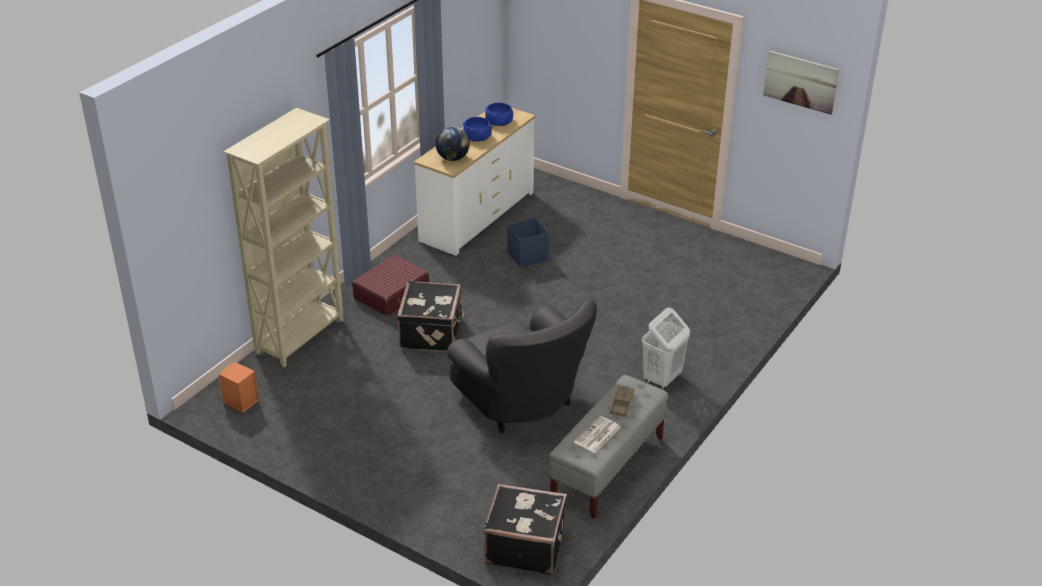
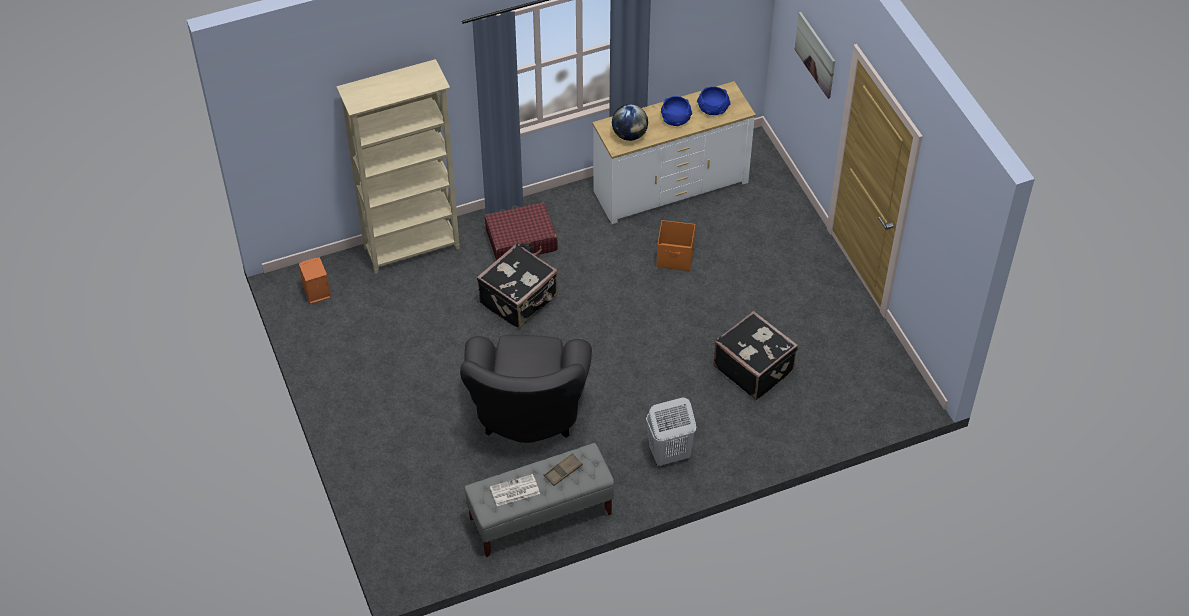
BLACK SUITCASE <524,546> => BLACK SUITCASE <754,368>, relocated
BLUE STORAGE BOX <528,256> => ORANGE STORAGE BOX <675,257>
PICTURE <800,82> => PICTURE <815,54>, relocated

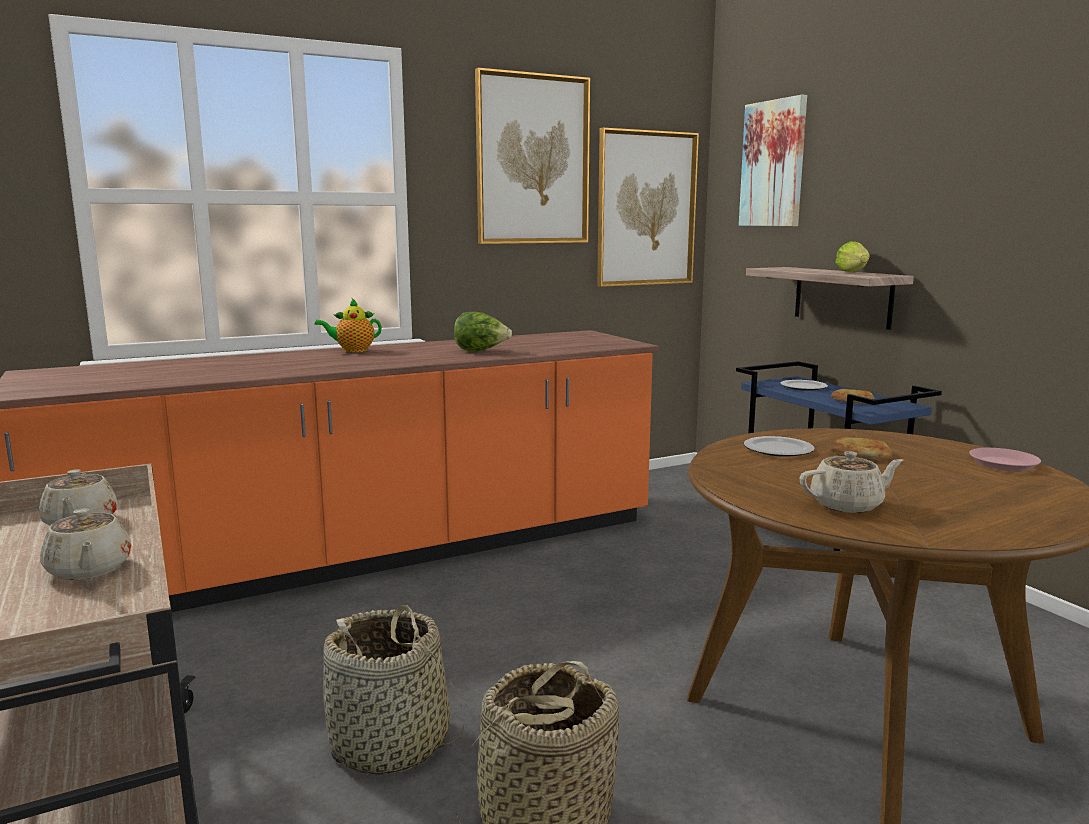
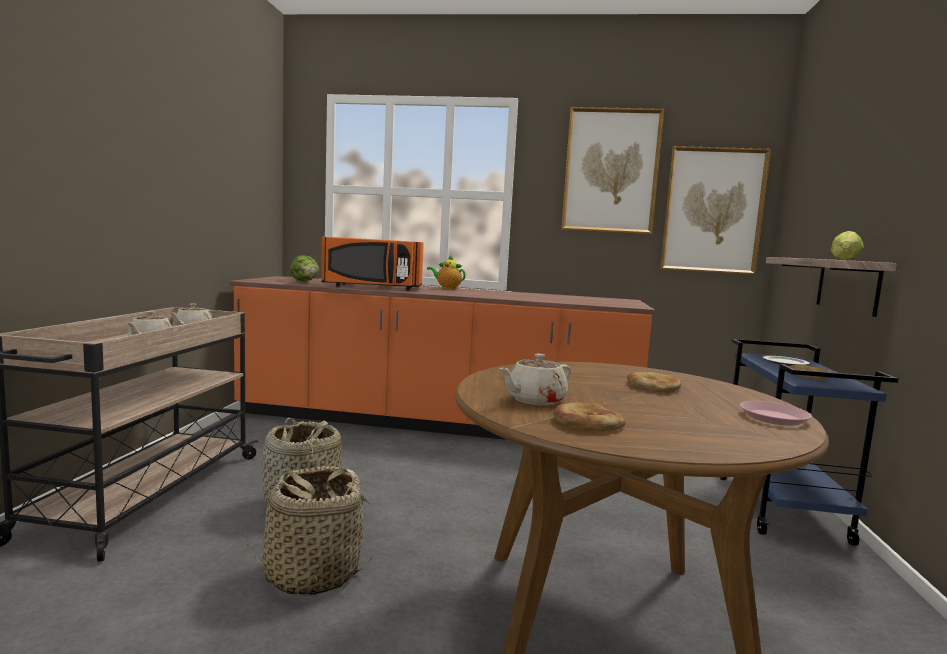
LETTUCE <481,351> => LETTUCE <305,281>, relocated
PICTURE <773,164> => nothing
PLATE <779,450> => nothing
BEIGE TEAPOT <848,505> => BEIGE TEAPOT <535,400>, 120 degrees clockwise
nothing => ORANGE MICROWAVE <372,287>
nothing => BREAD <586,423>

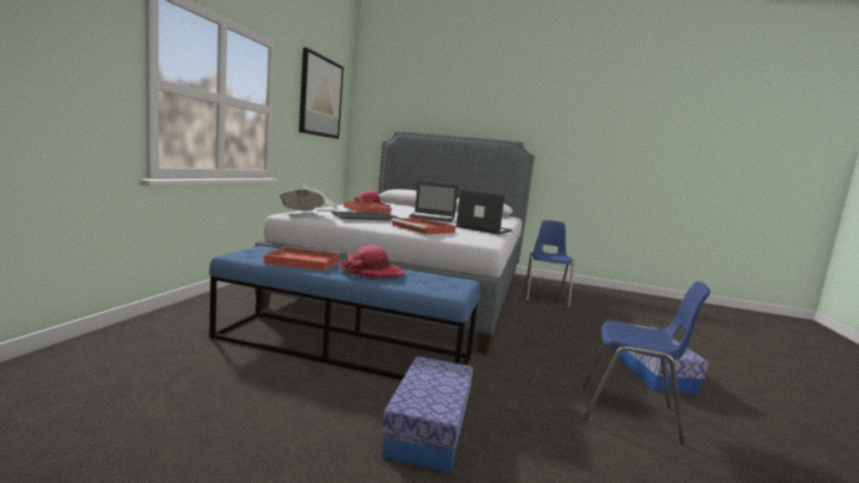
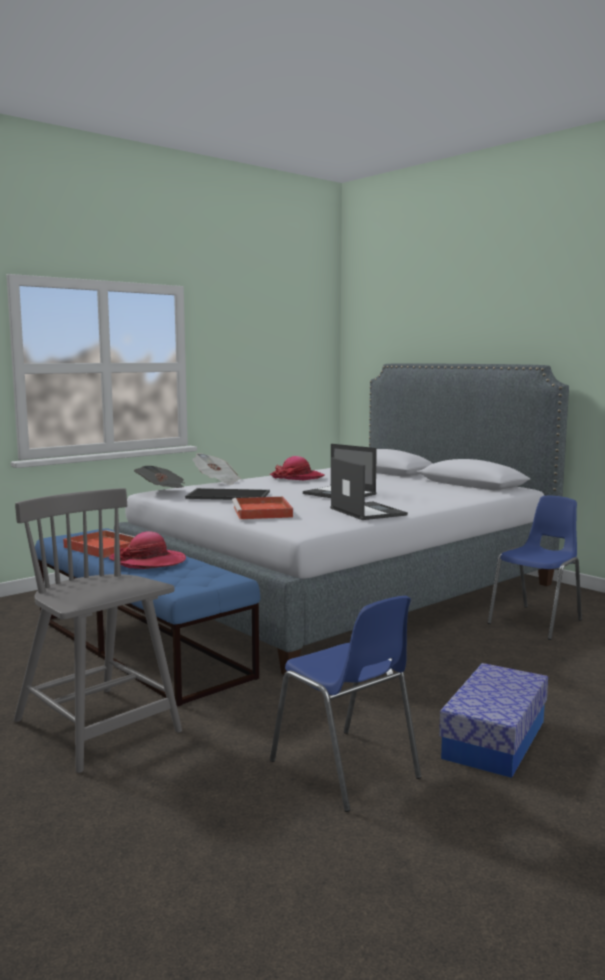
PICTURE <320,97> => nothing
RED TRAY <366,210> => nothing
STORAGE BOX <428,428> => GREY CHAIR <98,728>

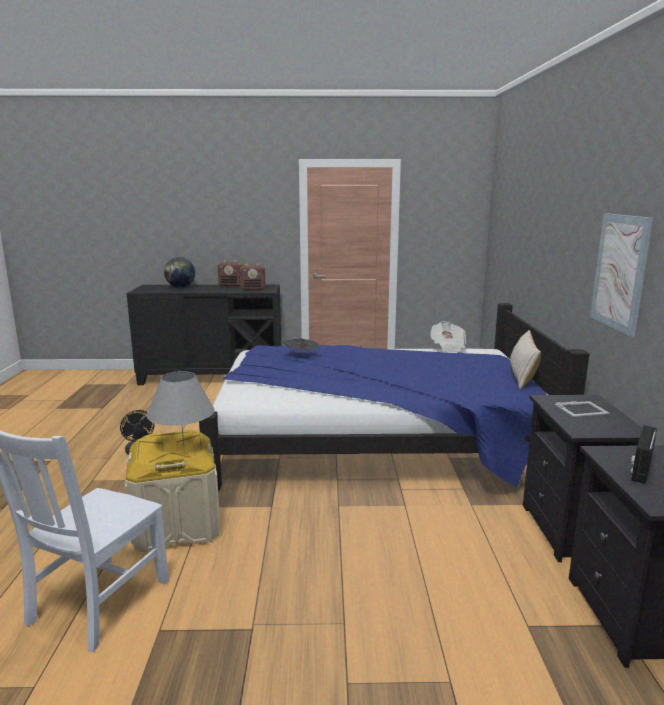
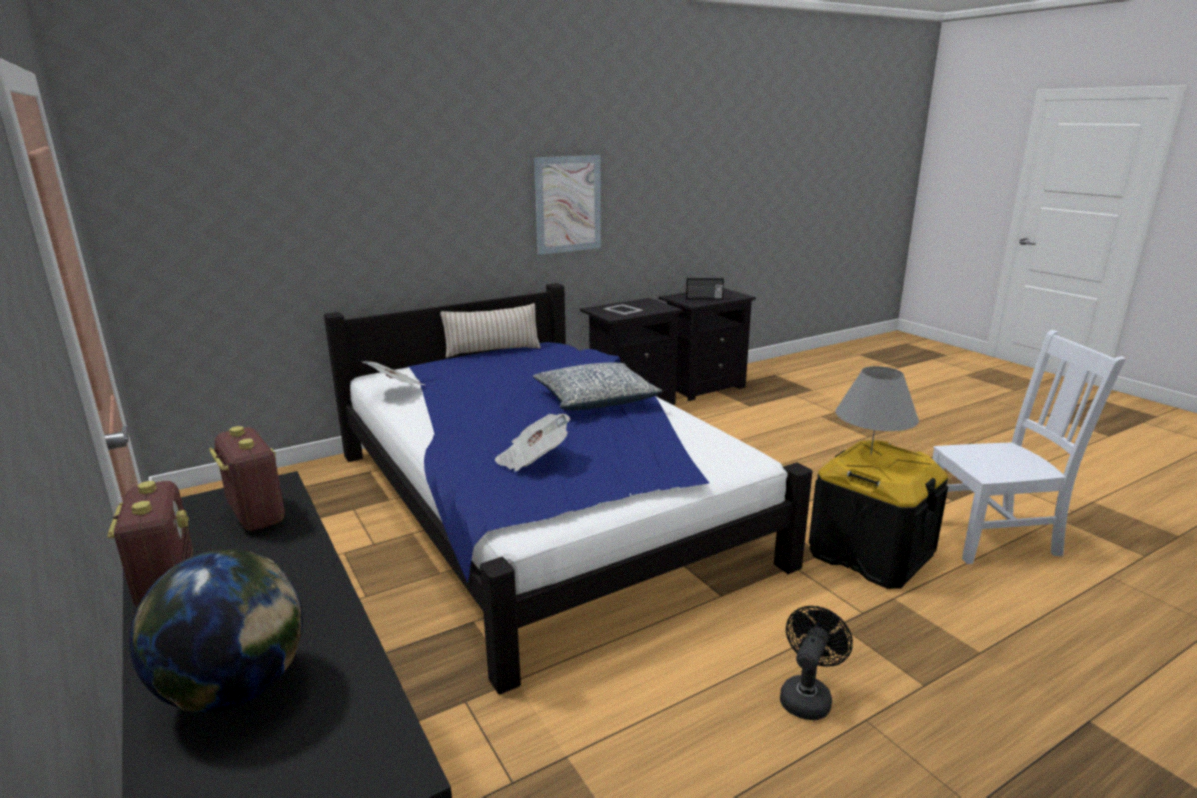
BEIGE STORAGE BOX <177,525> => BLACK STORAGE BOX <870,554>
nothing => PILLOW <596,400>

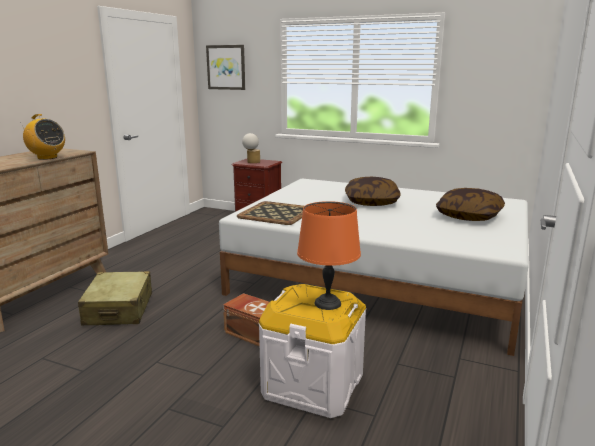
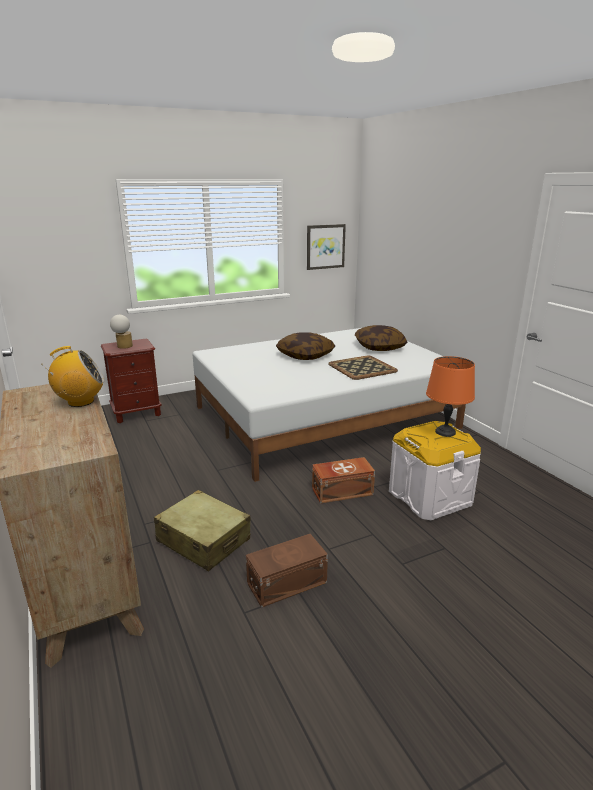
PICTURE <226,67> => PICTURE <325,246>, relocated
TRAY <277,213> => TRAY <362,367>, relocated
nothing => BROWN STORAGE BOX <285,582>

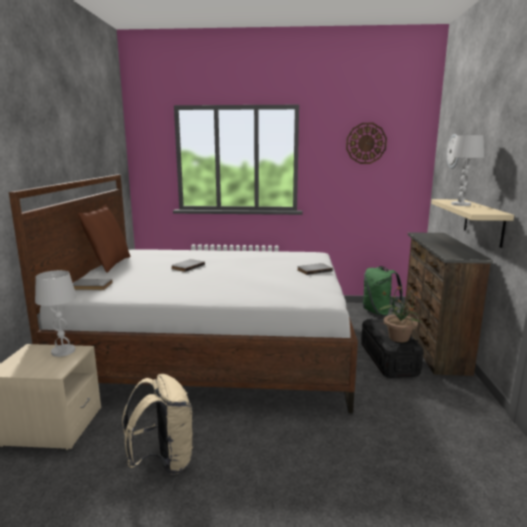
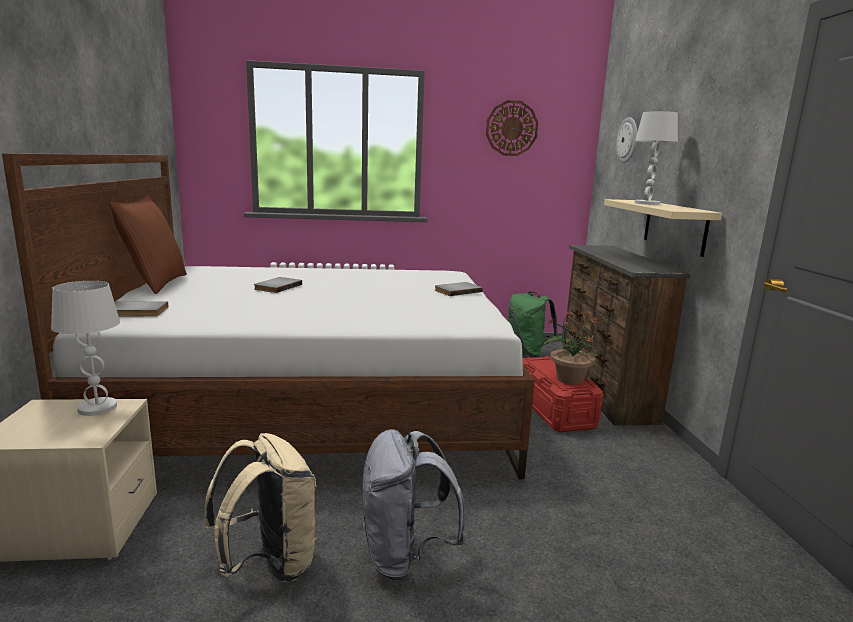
BLACK STORAGE BOX <388,359> => RED STORAGE BOX <554,409>
nothing => GREY BACKPACK <405,556>

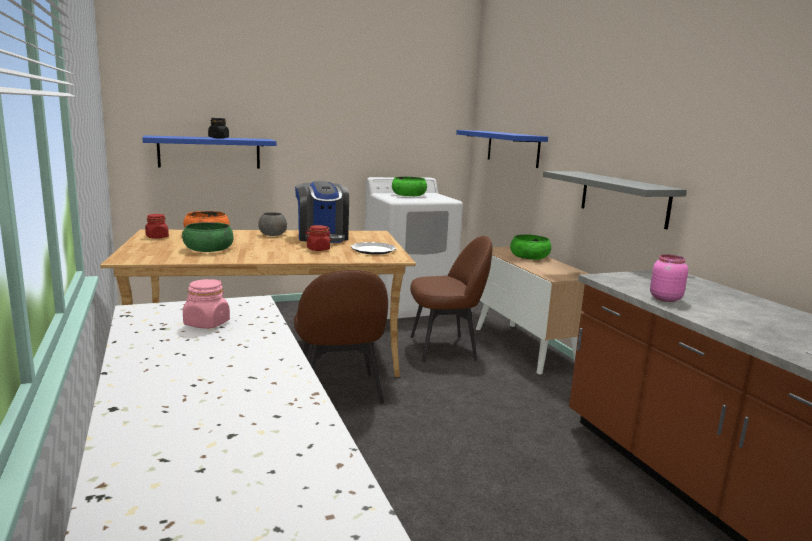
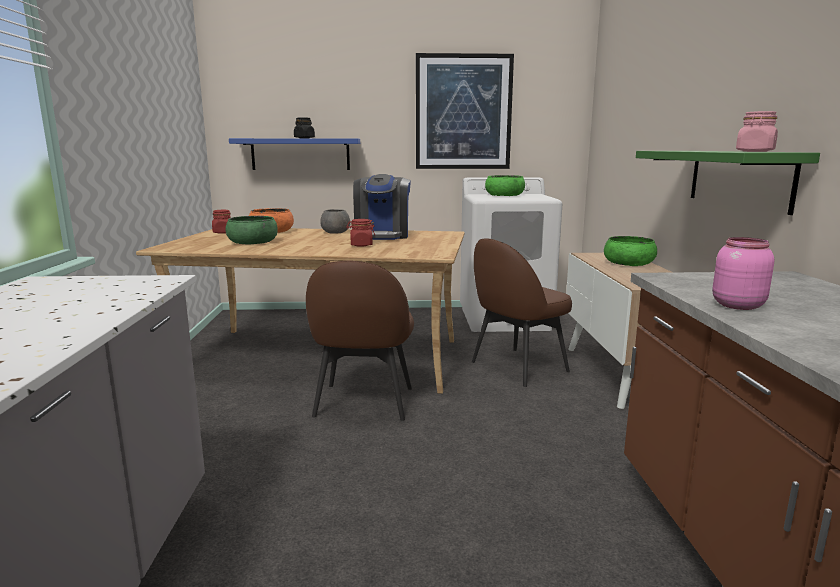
PINK JAR <206,324> => PINK JAR <755,151>, relocated
PLATE <373,250> => nothing
BROWN CHAIR <445,348> => BROWN CHAIR <517,367>, 135 degrees clockwise
BLUE SHELF <512,148> => nothing
GREY SHELF <623,198> => GREEN SHELF <739,178>
nothing => PICTURE <463,112>

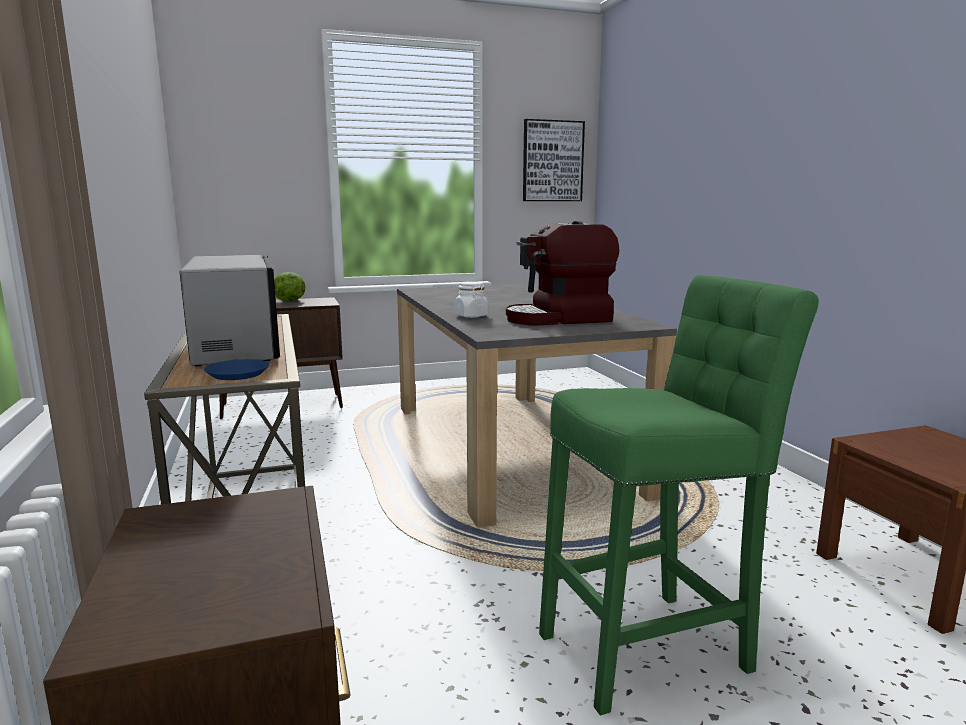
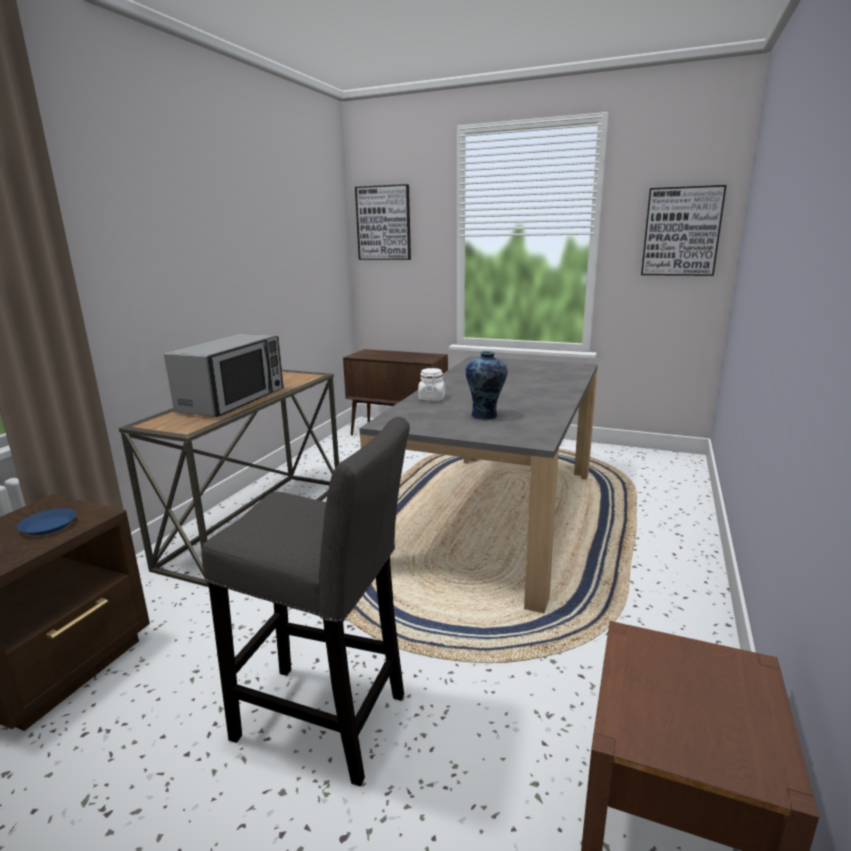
BLUE PLATE <238,374> => BLUE PLATE <49,526>, relocated
LETTUCE <287,301> => nothing
COFFEE MACHINE <559,319> => VASE <485,416>
GREEN STOOL <652,647> => GREY STOOL <328,721>
nothing => PICTURE <384,223>

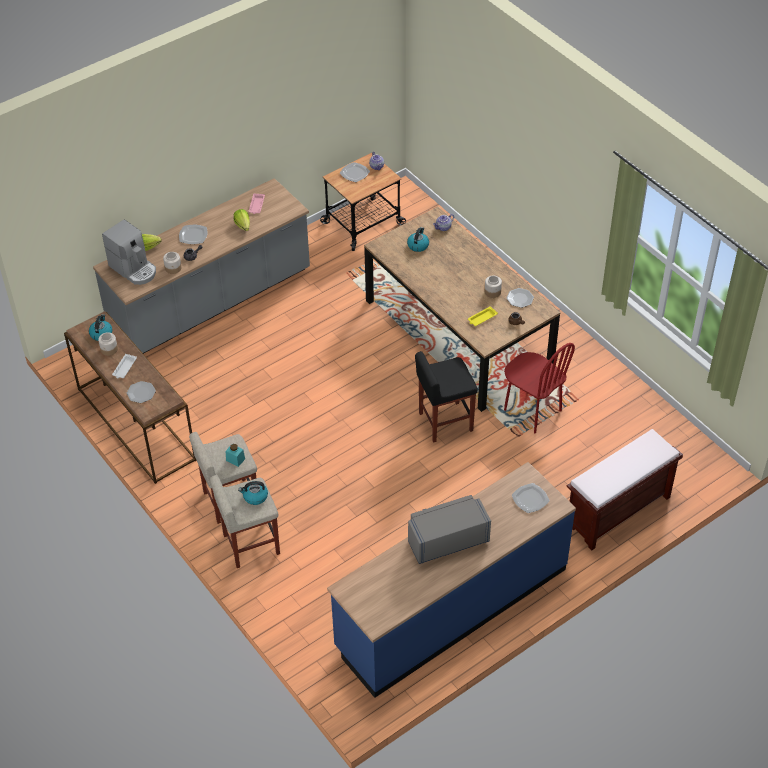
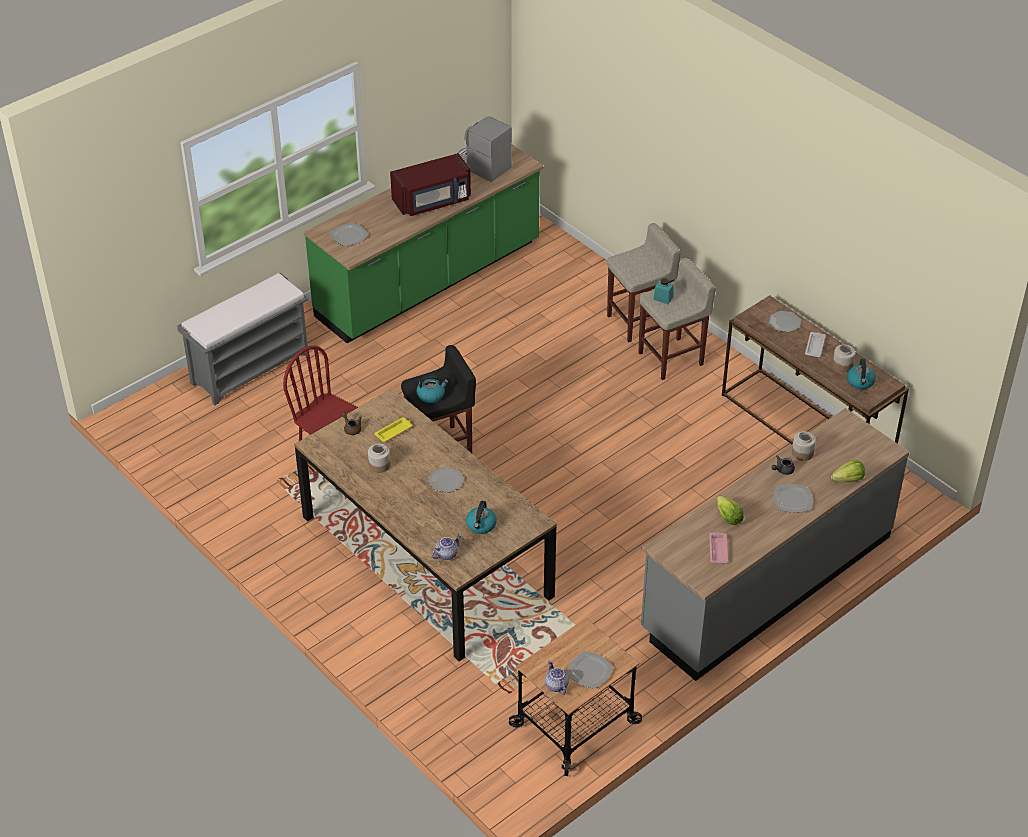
COFFEE MACHINE <134,269> => COFFEE MACHINE <482,166>, relocated
KETTLE <255,497> => KETTLE <431,395>, relocated
BLUE COUNTER <451,608> => GREEN COUNTER <429,281>
GREY MICROWAVE <447,540> => RED MICROWAVE <432,201>
PLATE <520,298> => PLATE <446,481>, relocated
BROWN BENCH <617,512> => GREY BENCH <251,367>

